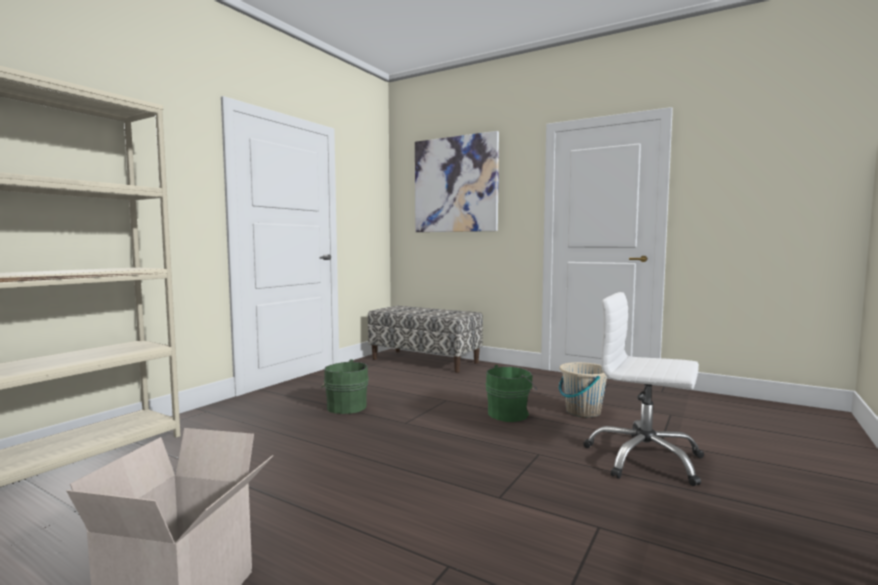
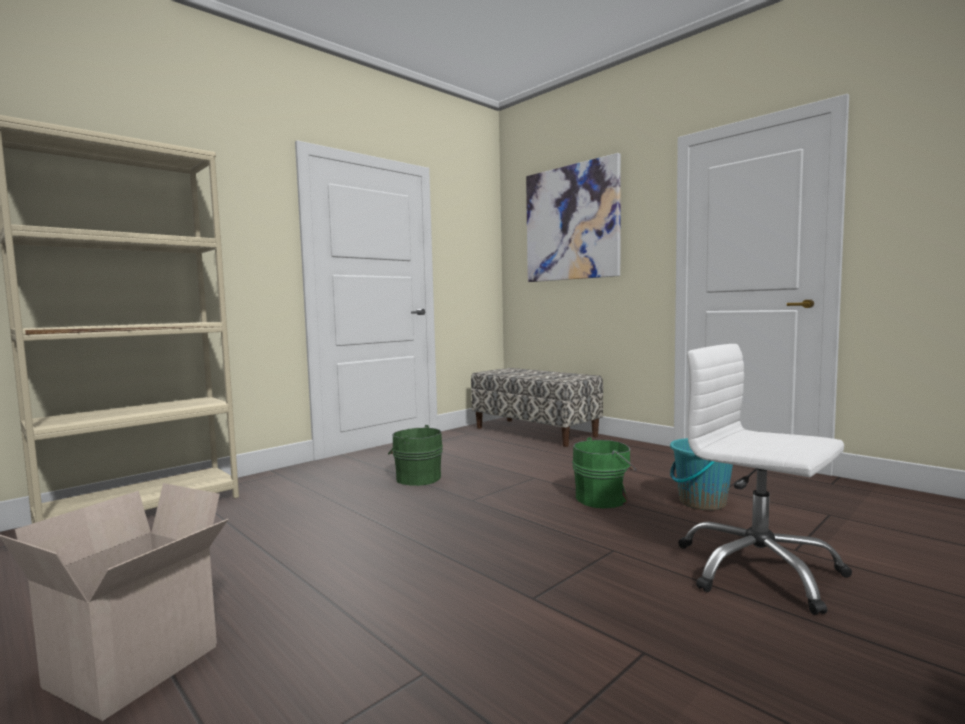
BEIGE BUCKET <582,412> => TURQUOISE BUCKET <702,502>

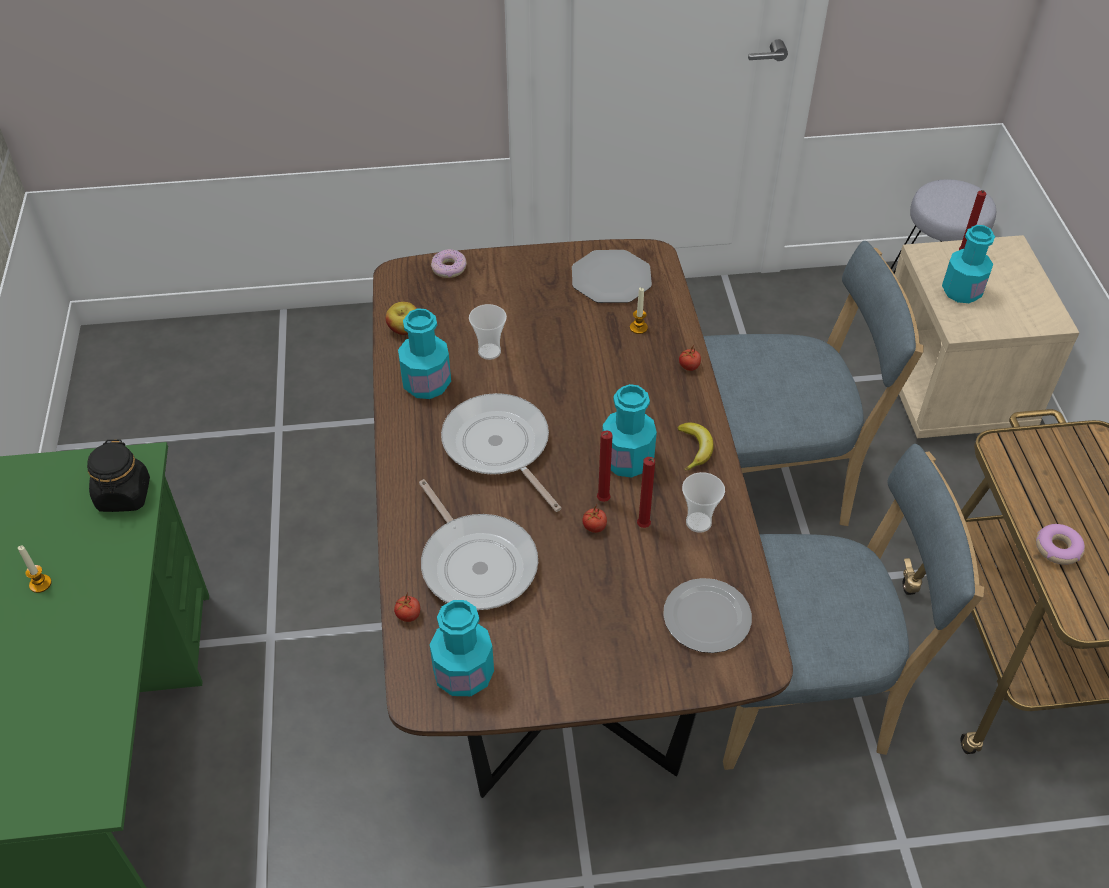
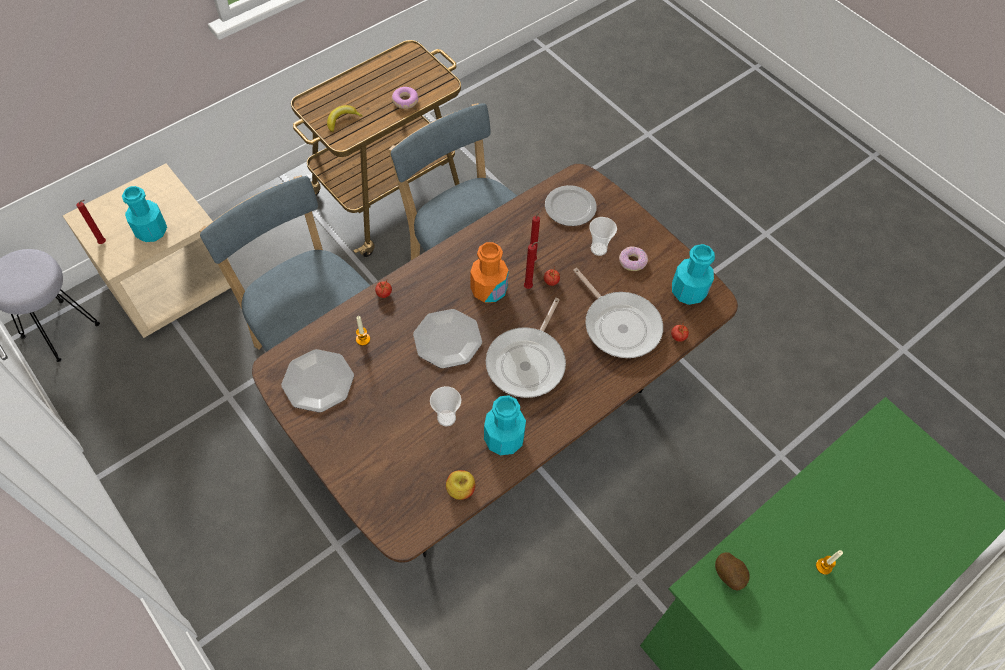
BLACK JAR <124,495> => POTATO <729,575>
FRYING PAN <476,562> => FRYING PAN <619,325>, 120 degrees clockwise
DONUT <449,268> => DONUT <632,261>, relocated
TURQUOISE BOTTLE <627,460> => ORANGE BOTTLE <488,290>
BANANA <695,449> => BANANA <342,120>, relocated
CUP <698,522> => CUP <598,249>, relocated
nothing => PLATE <447,339>

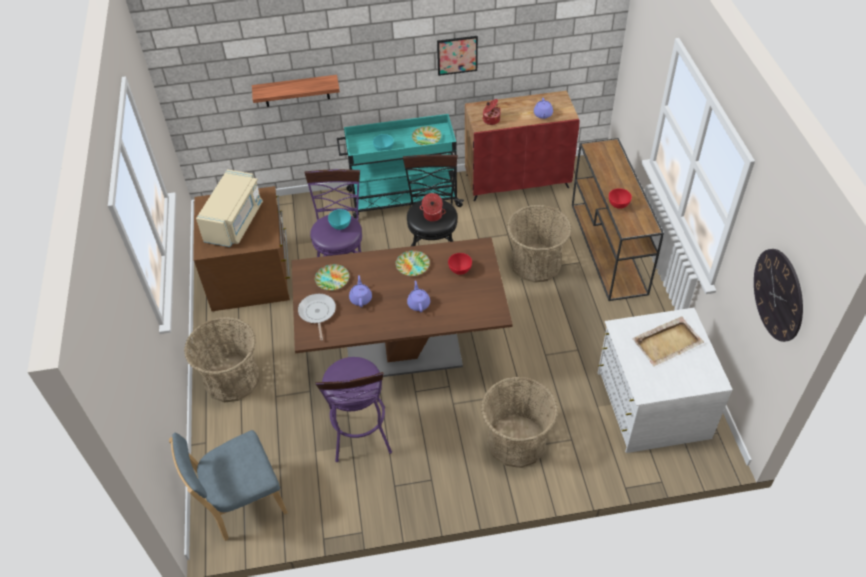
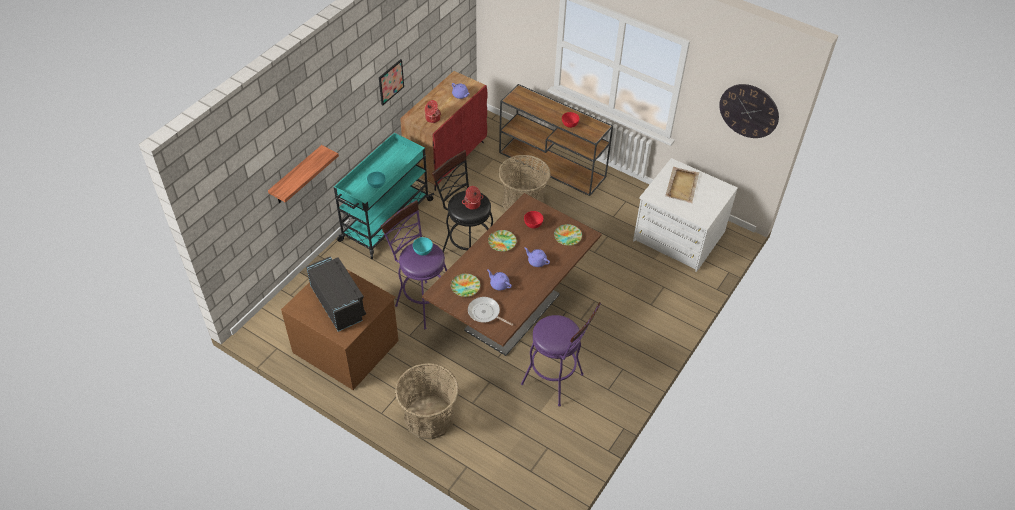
BLUE CHAIR <241,504> => nothing
BEIGE MICROWAVE <234,222> => BLACK MICROWAVE <338,303>
PLATE <426,138> => PLATE <567,236>, relocated
BASKET <516,441> => nothing

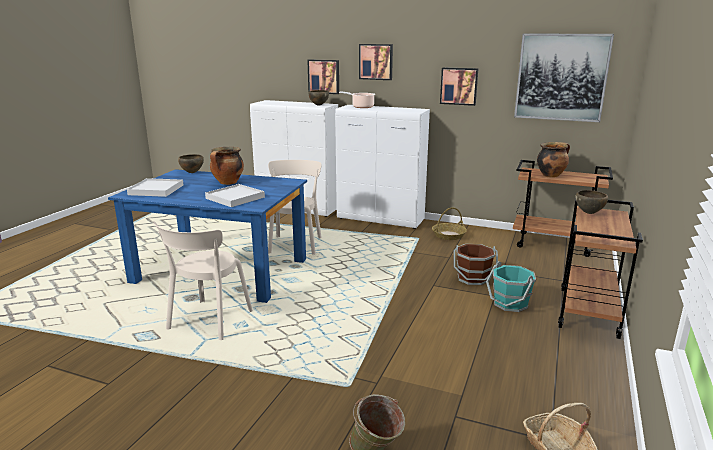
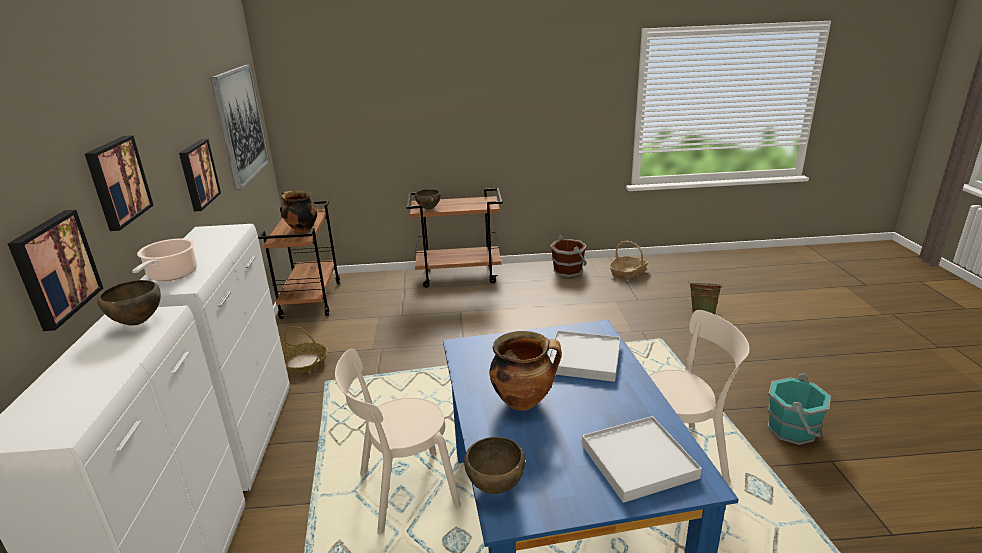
BROWN BUCKET <473,278> => BROWN BUCKET <568,270>, relocated
TURQUOISE BUCKET <510,304> => TURQUOISE BUCKET <792,429>, relocated

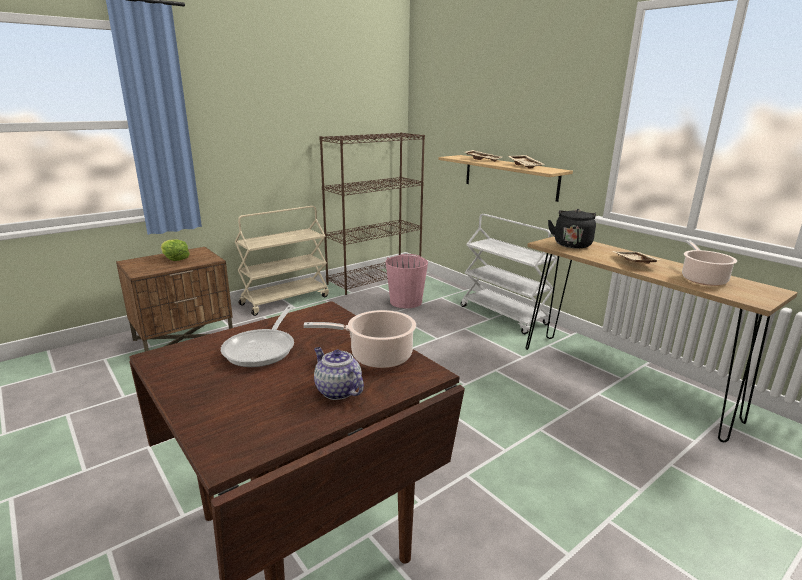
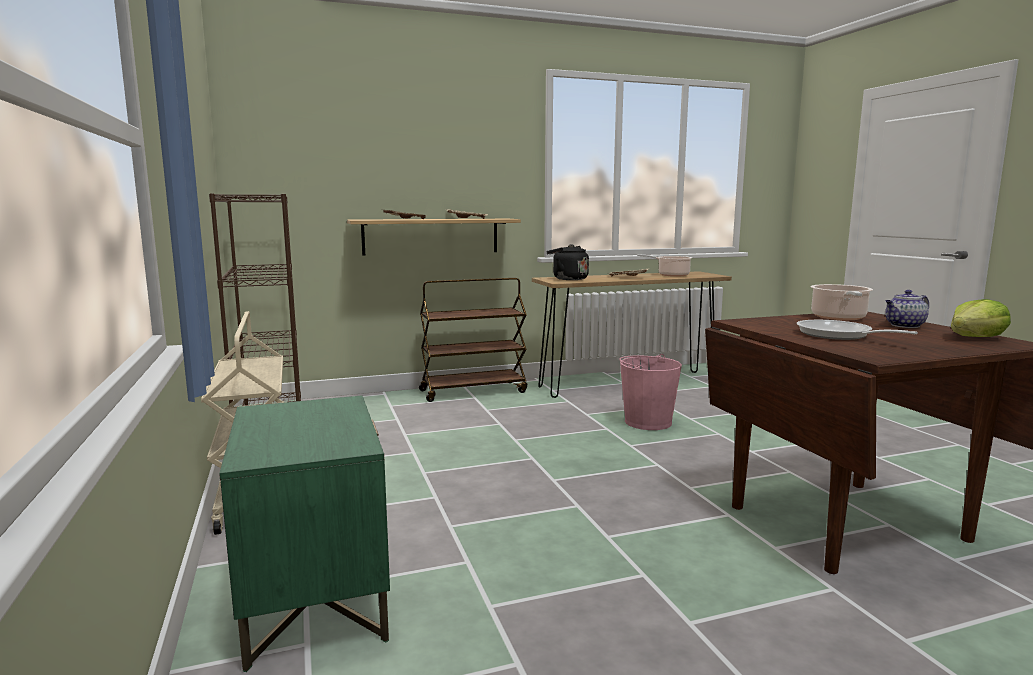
BROWN NIGHTSTAND <184,339> => GREEN NIGHTSTAND <314,598>
LETTUCE <175,259> => LETTUCE <975,338>, relocated
FRYING PAN <263,349> => FRYING PAN <839,335>, 150 degrees counterclockwise
PINK BUCKET <406,301> => PINK BUCKET <647,422>, relocated
WHITE CART <504,315> => BROWN CART <473,391>

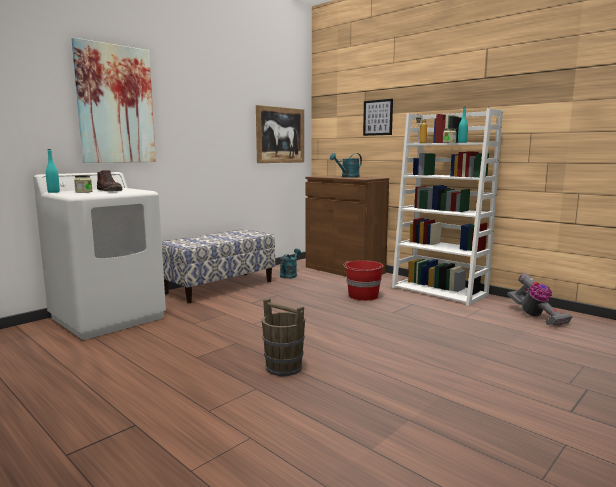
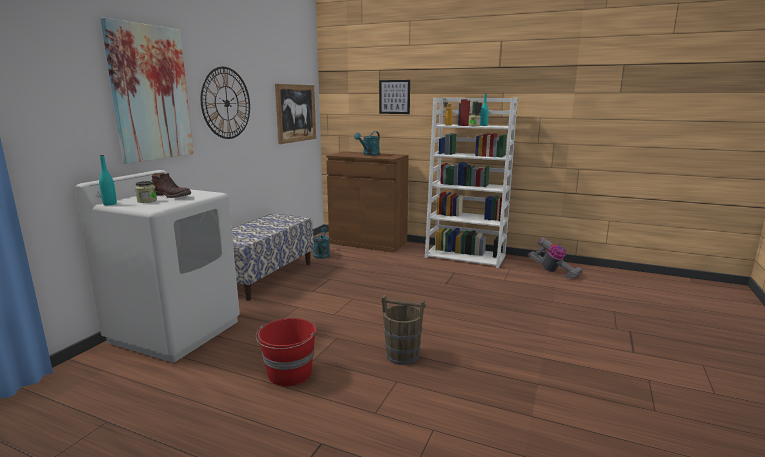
RED BUCKET <363,296> => RED BUCKET <289,374>, relocated
nothing => WALL CLOCK <226,103>

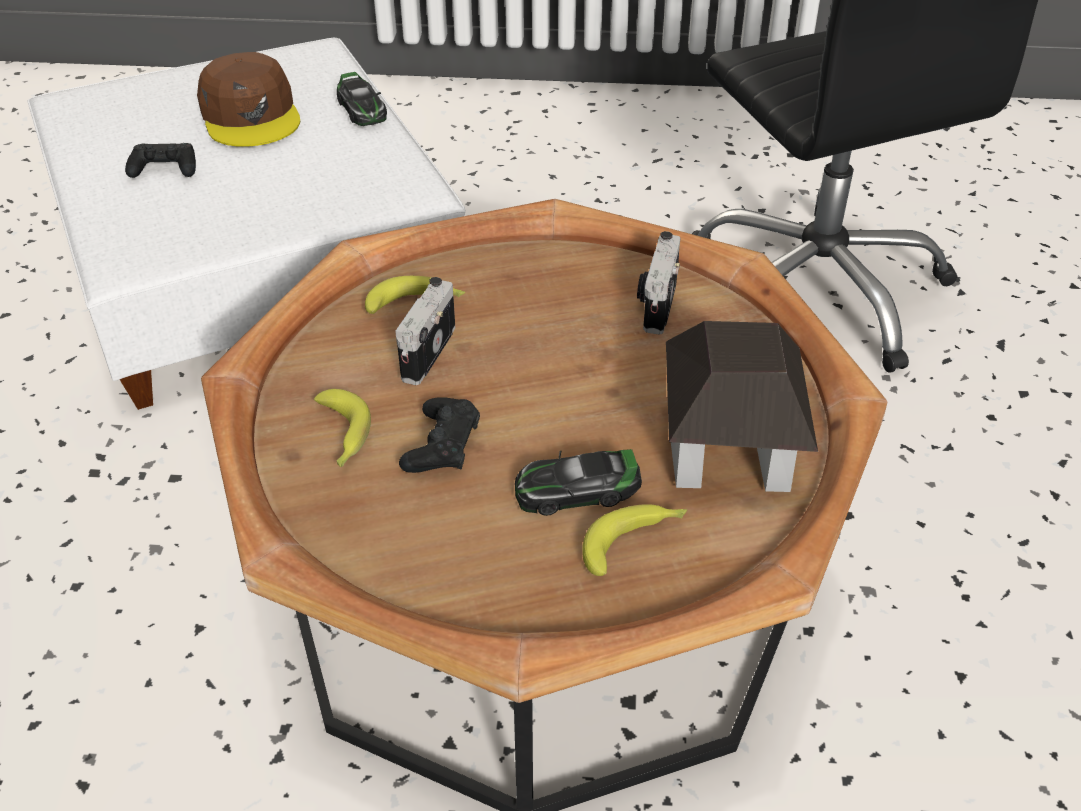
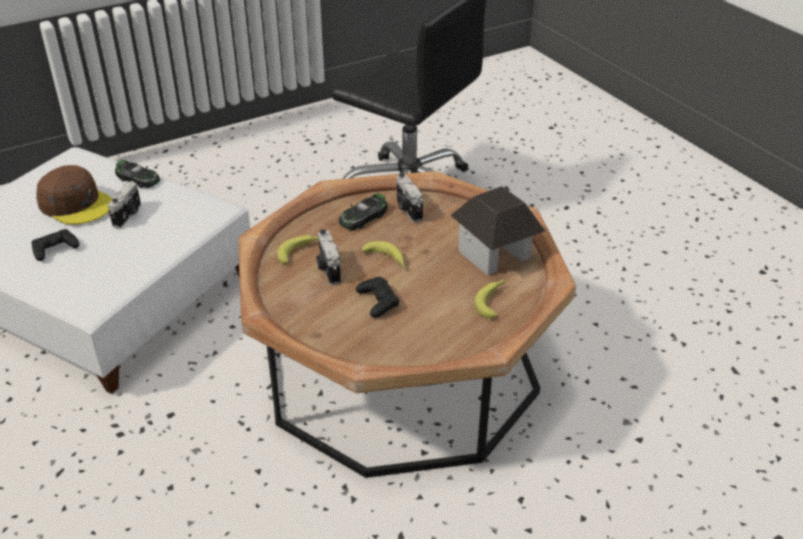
BANANA <342,437> => BANANA <387,260>, relocated
TOY CAR <577,490> => TOY CAR <363,217>, relocated
nothing => PHOTO CAMERA <128,215>

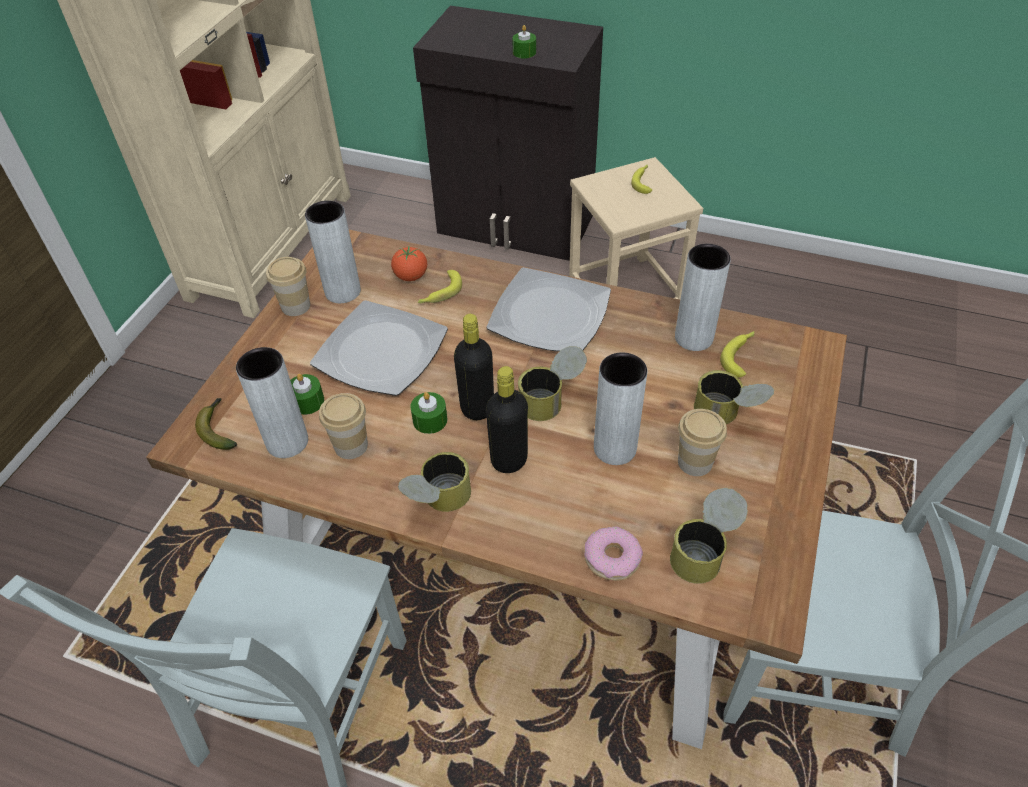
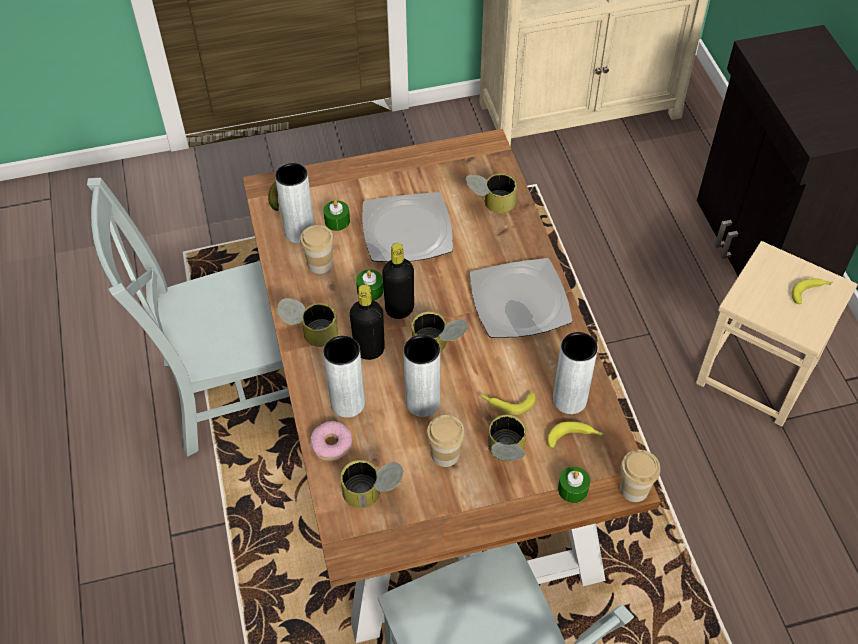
CUP <295,306> => CUP <634,489>, relocated
GREY VASE <342,291> => GREY VASE <347,403>, relocated
TOMATO <411,276> => CAN <490,203>
BANANA <440,293> => BANANA <506,402>, relocated
GREEN CANDLE <524,52> => GREEN CANDLE <573,489>, relocated

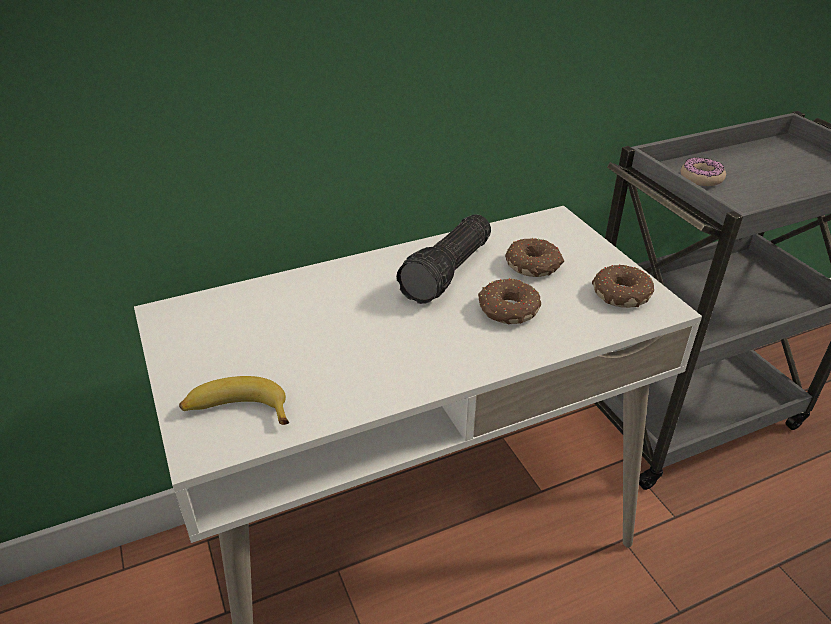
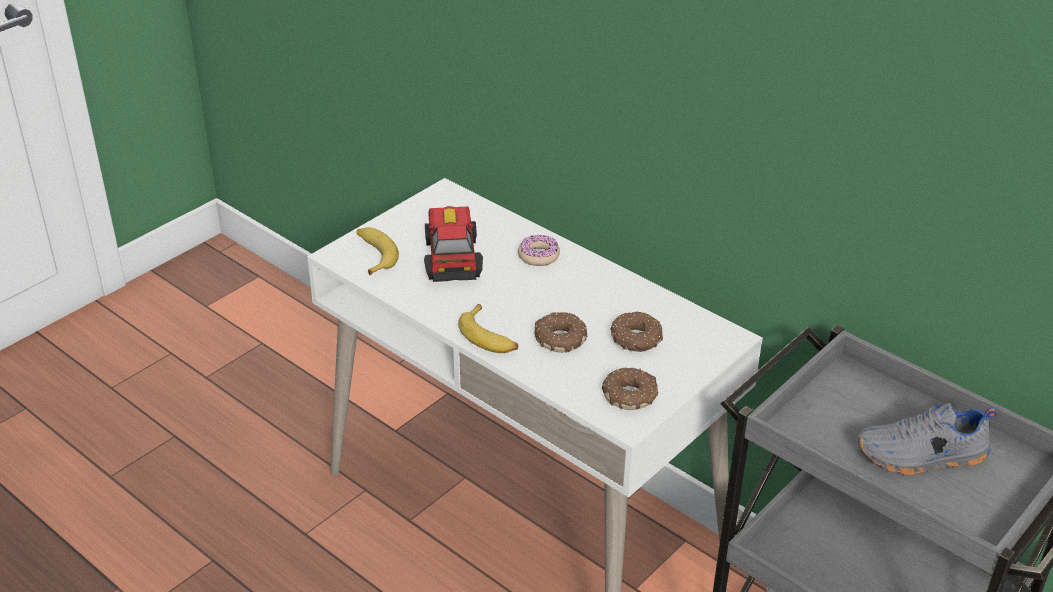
FLASHLIGHT <450,272> => nothing
DONUT <701,178> => DONUT <538,256>, relocated
nothing => TOY CAR <452,256>
nothing => BANANA <489,337>
nothing => GREY SHOE <922,457>

